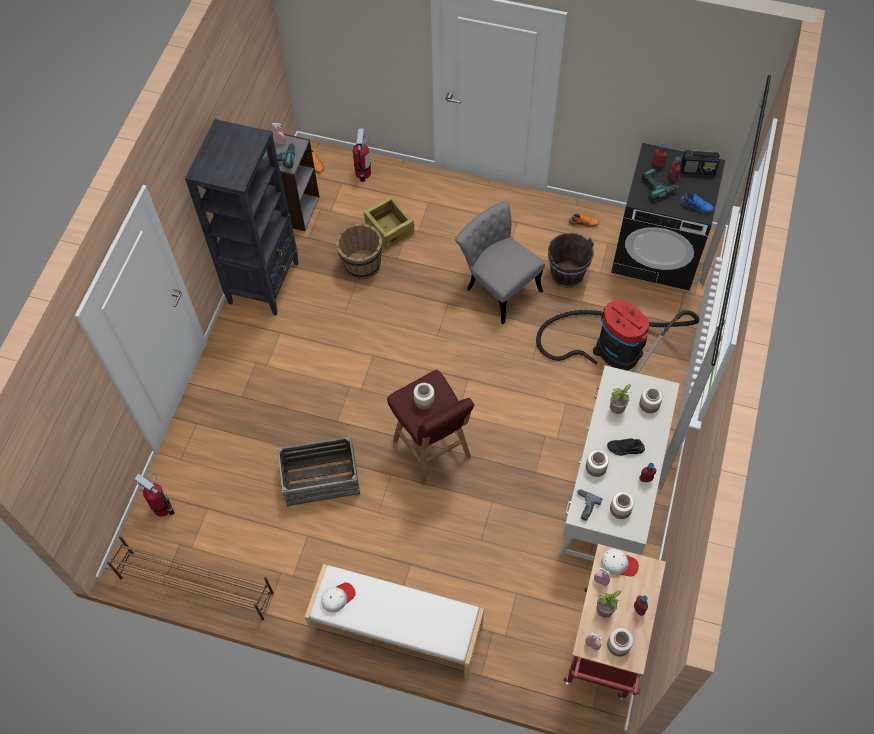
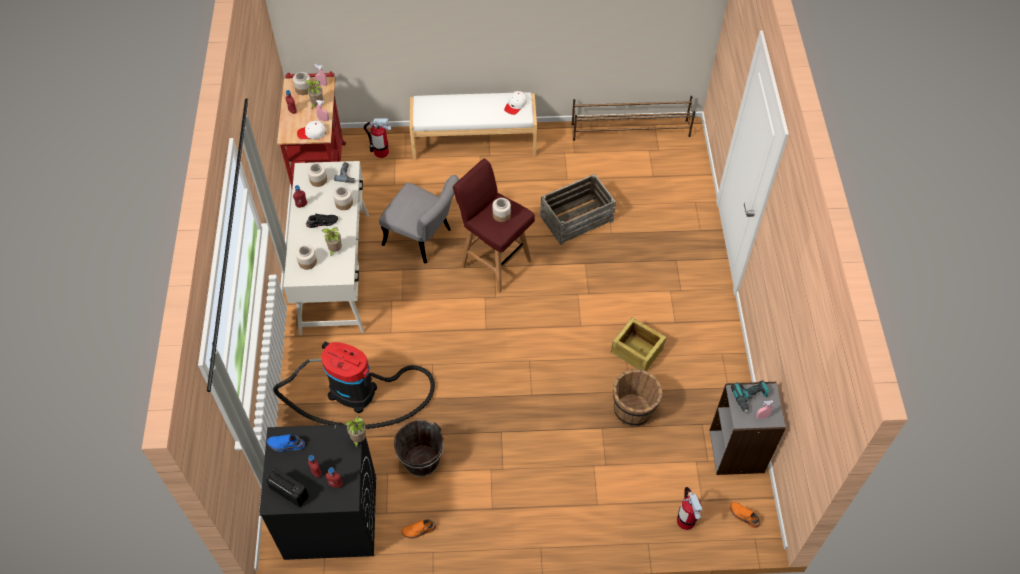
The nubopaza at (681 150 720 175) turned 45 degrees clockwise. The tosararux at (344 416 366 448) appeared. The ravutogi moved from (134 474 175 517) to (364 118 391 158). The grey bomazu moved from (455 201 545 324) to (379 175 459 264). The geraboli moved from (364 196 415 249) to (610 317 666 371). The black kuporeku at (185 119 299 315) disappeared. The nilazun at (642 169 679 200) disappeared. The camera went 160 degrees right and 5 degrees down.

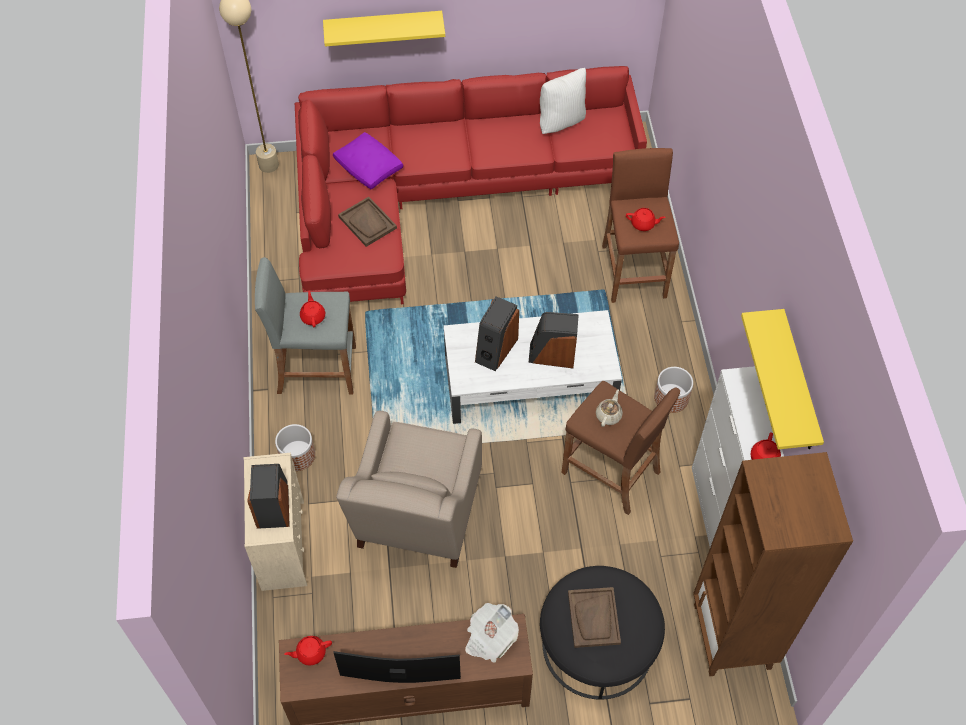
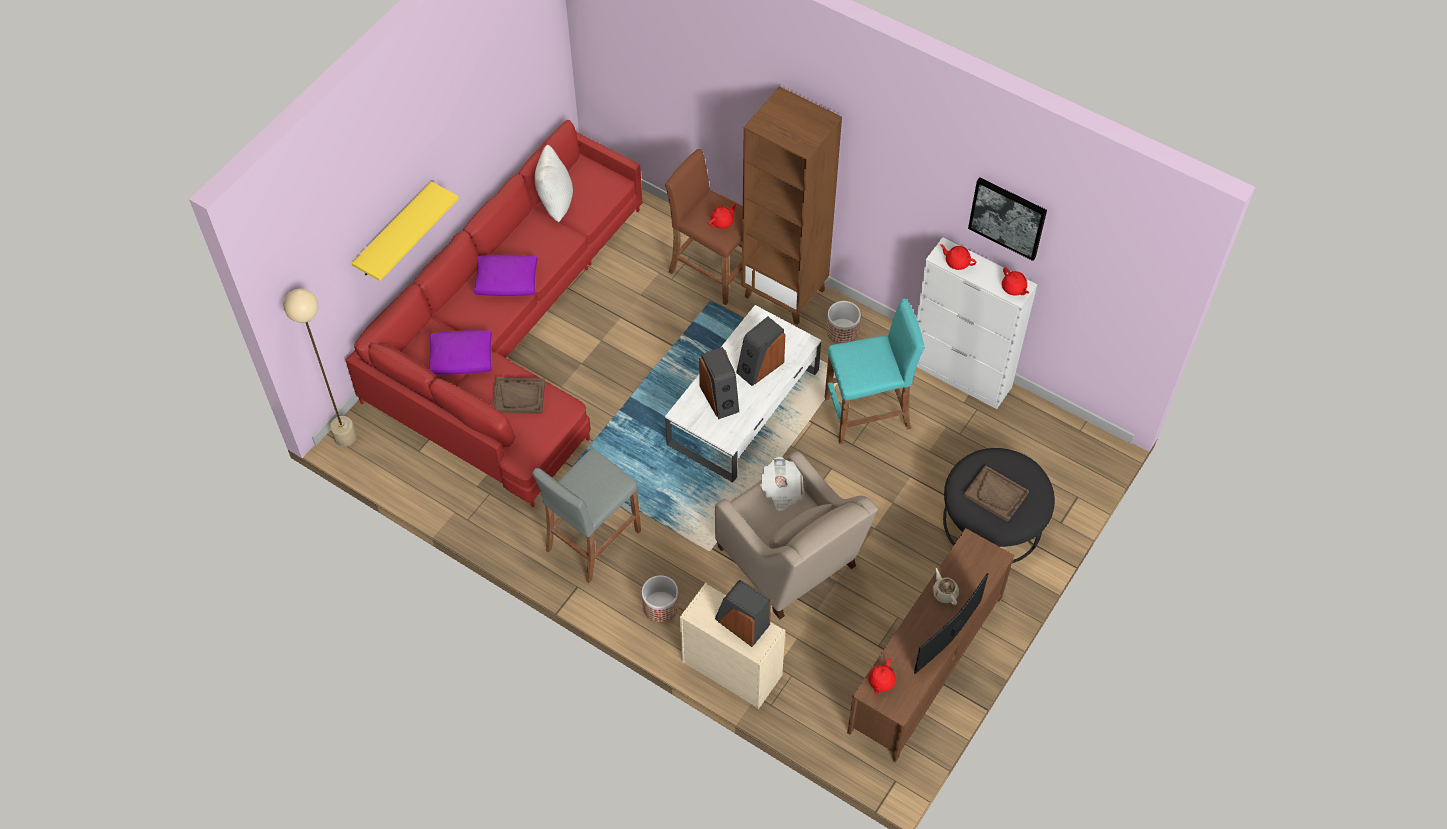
The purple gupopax at (474 255 538 296) appeared. The brown kuporeku moved from (693 452 853 676) to (742 86 842 325). The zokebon moved from (465 603 519 663) to (760 457 803 511). The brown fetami at (561 381 680 515) became the turquoise fetami at (825 298 925 444). The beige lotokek moved from (596 389 623 427) to (933 568 959 605). The red lotokek moved from (300 291 325 327) to (940 244 976 270). The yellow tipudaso at (741 309 824 449) was replaced by the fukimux at (968 177 1047 261). The camera went 50 degrees left and 0 degrees up.

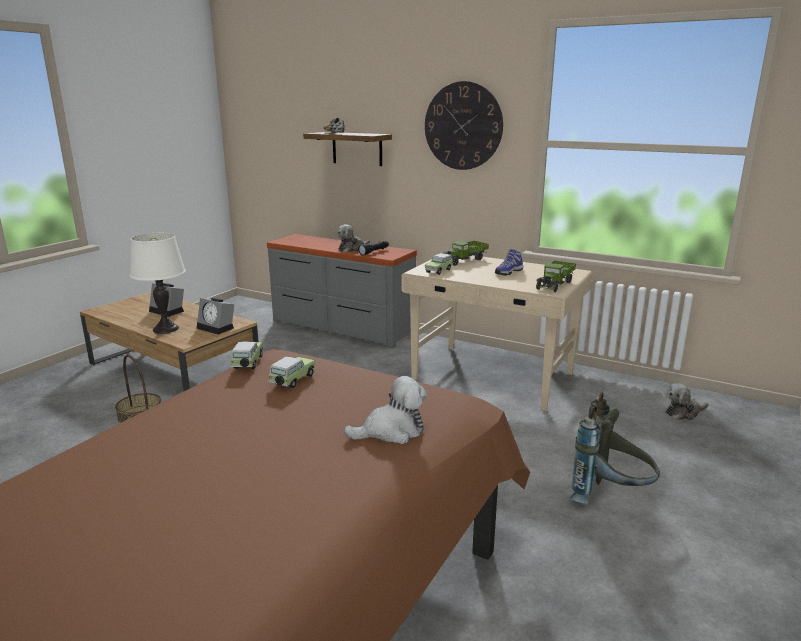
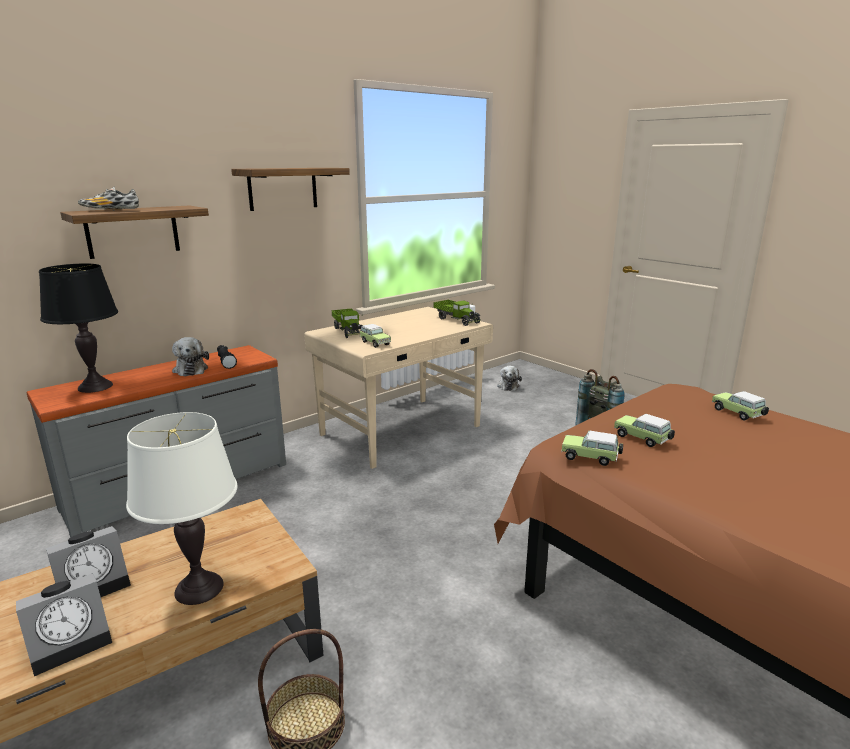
The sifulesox moved from (197 298 234 335) to (16 573 112 676). The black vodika at (39 263 118 393) appeared. The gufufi at (425 81 503 170) was replaced by the tipudaso at (231 168 350 211). The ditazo at (344 376 427 444) was replaced by the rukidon at (712 391 769 420). The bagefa at (495 249 523 276) disappeared. The camera went 70 degrees left and 0 degrees up.

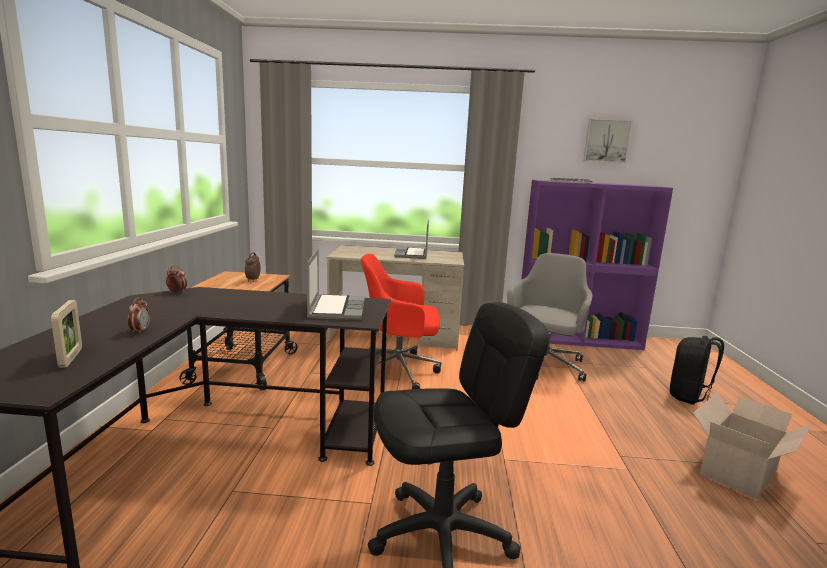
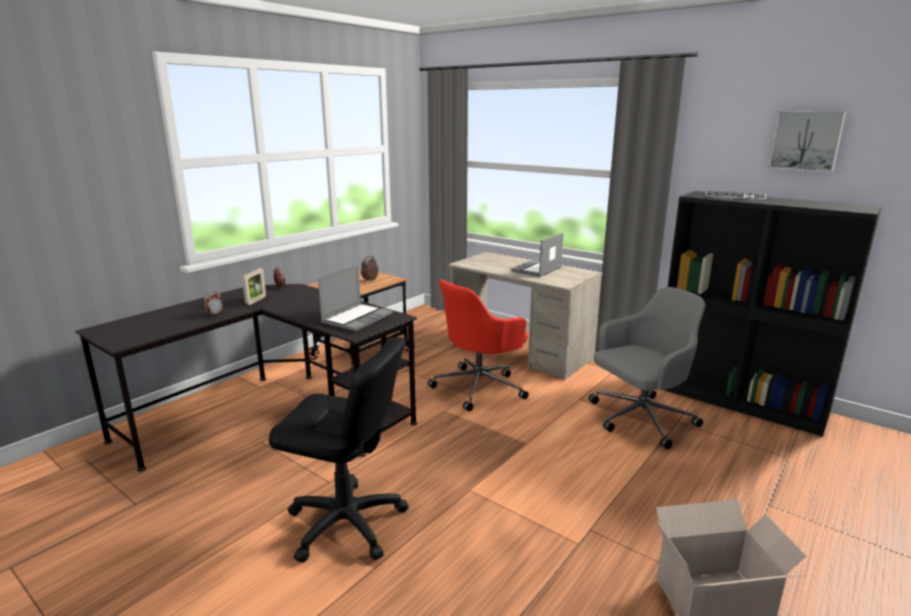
The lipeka moved from (51 300 82 368) to (242 268 266 305). The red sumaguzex at (361 254 442 389) turned 75 degrees counterclockwise. The purple kuporeku at (521 180 673 350) became the black kuporeku at (665 191 882 436). The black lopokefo at (670 336 724 405) disappeared. The camera went 35 degrees right and 5 degrees up.

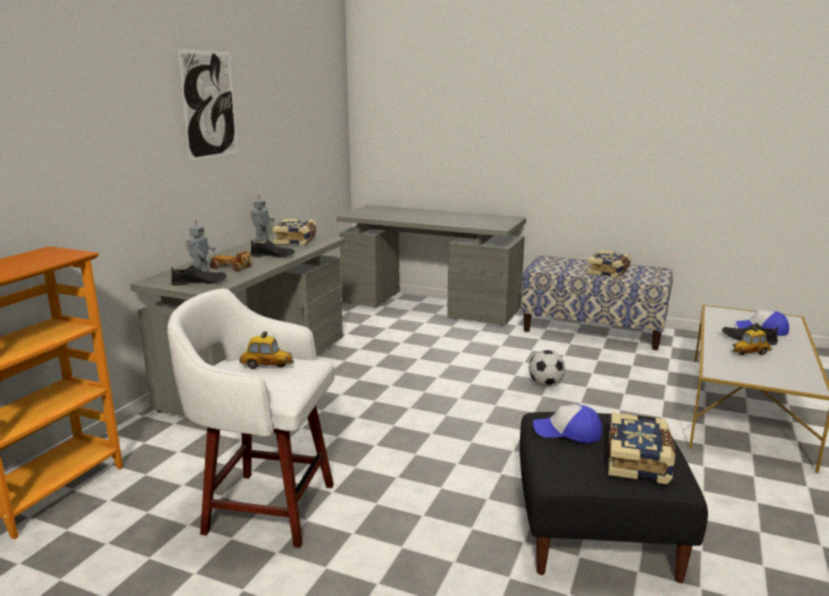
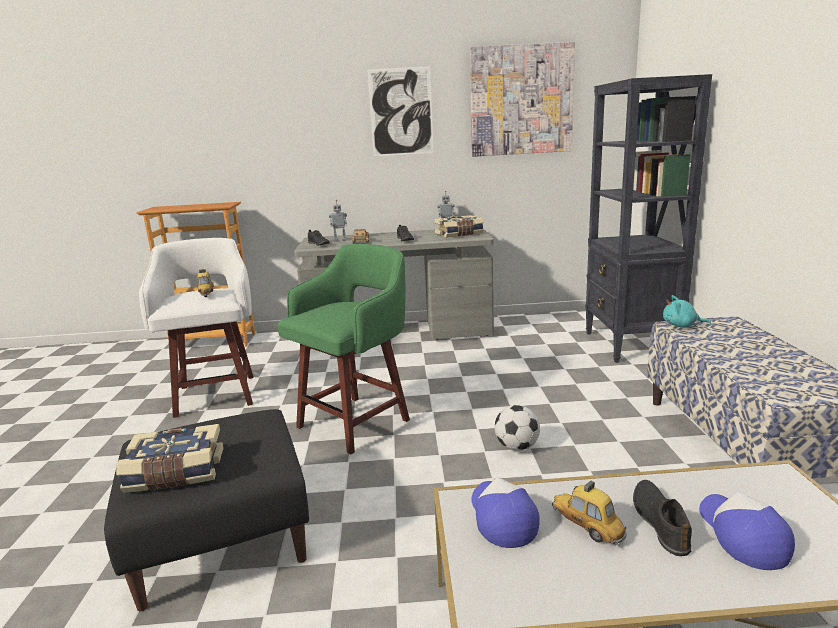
The green fetami at (277 244 410 455) appeared. The fukimux at (470 41 575 157) appeared. The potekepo moved from (533 404 602 443) to (472 477 540 548). The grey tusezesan at (337 205 526 326) was replaced by the black kuporeku at (585 74 712 363). The turquoise ditazo at (663 295 711 328) appeared. The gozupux at (587 250 631 278) disappeared. The camera went 65 degrees right and 0 degrees up.

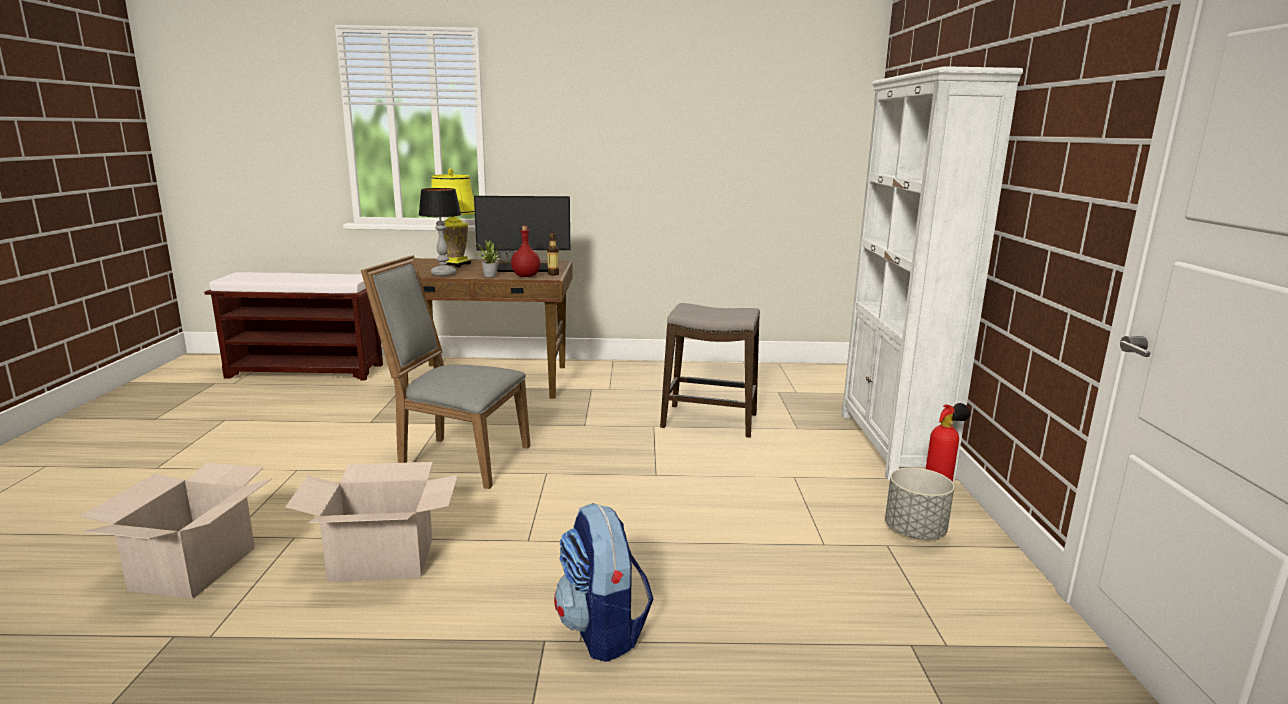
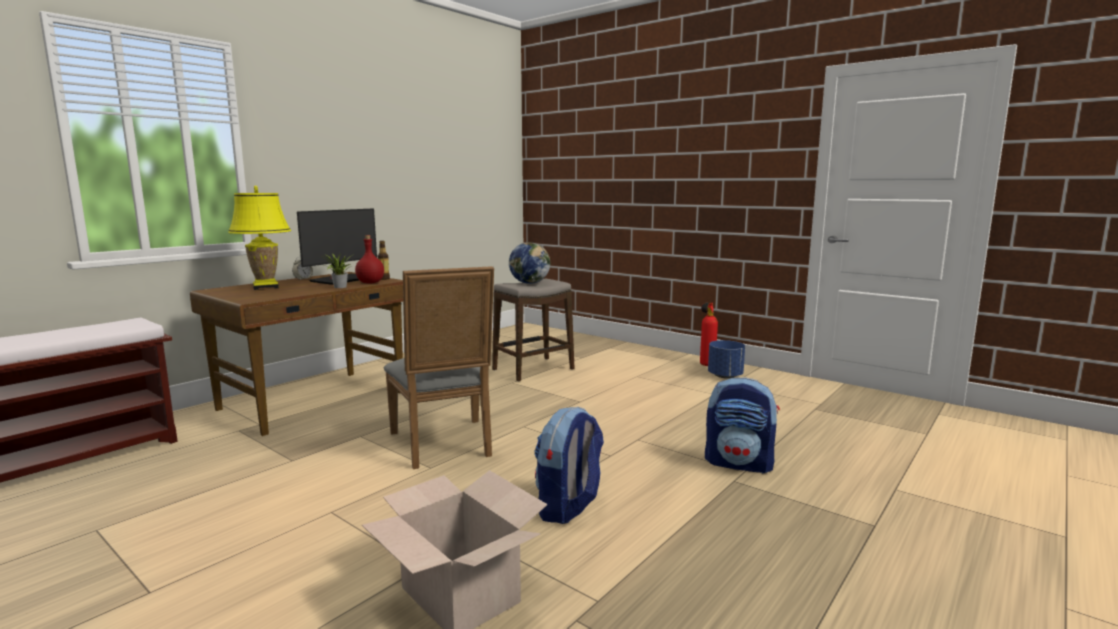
The grey bomazu at (361 255 530 489) turned 75 degrees counterclockwise. The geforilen at (509 242 550 284) appeared. The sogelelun at (285 462 458 582) was replaced by the lopokefo at (534 406 604 524). The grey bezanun at (885 467 954 539) became the blue bezanun at (708 340 745 379). The vodika at (419 188 461 276) disappeared. The white kuporeku at (841 66 1023 481) disappeared. The camera went 50 degrees left and 5 degrees down.

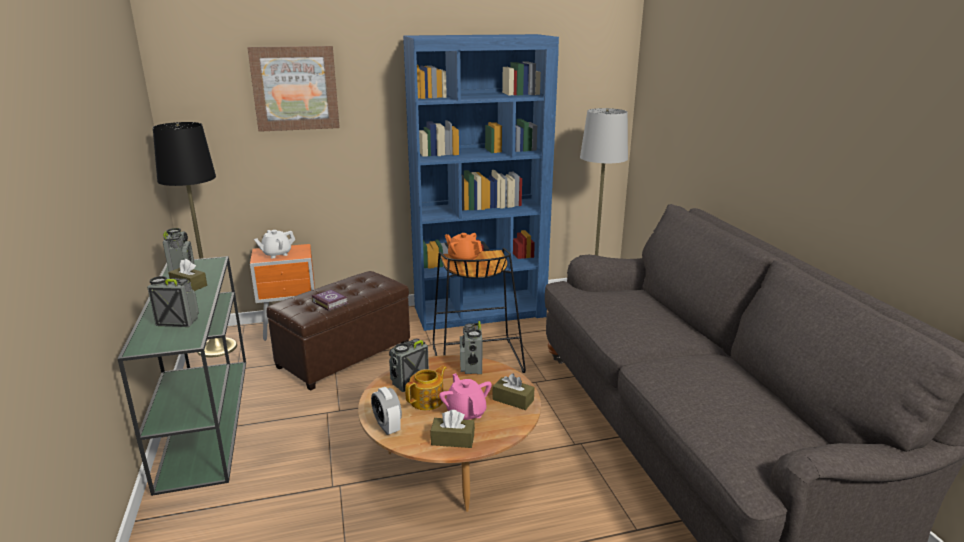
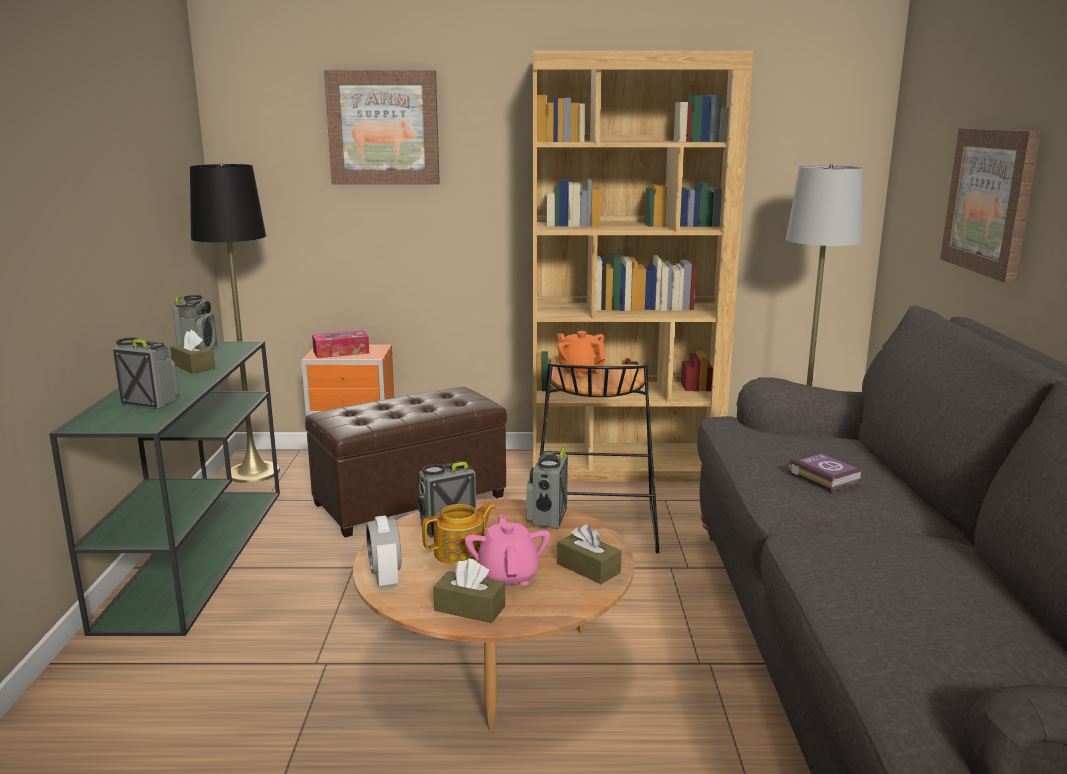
The white lotokek at (254 230 295 258) was replaced by the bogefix at (312 330 369 358). The blue kuporeku at (403 34 559 331) became the brown kuporeku at (533 51 753 482). The gozupux moved from (312 289 348 311) to (788 453 864 492). The fukimux at (940 128 1041 283) appeared. The camera went 15 degrees right and 5 degrees down.

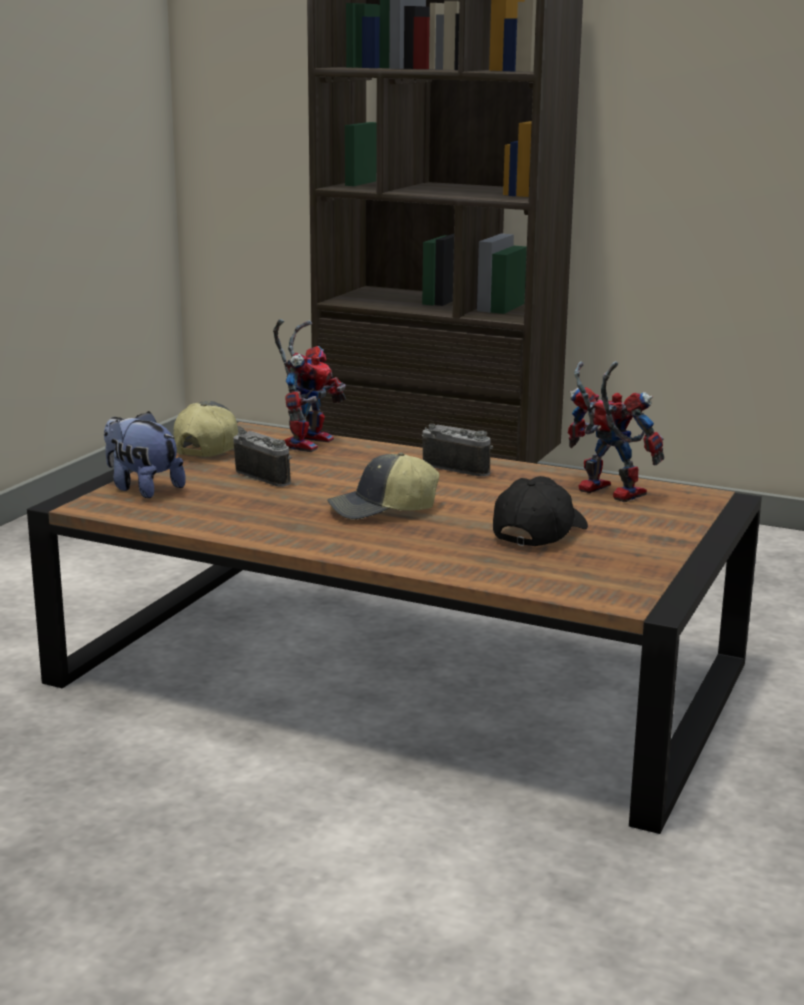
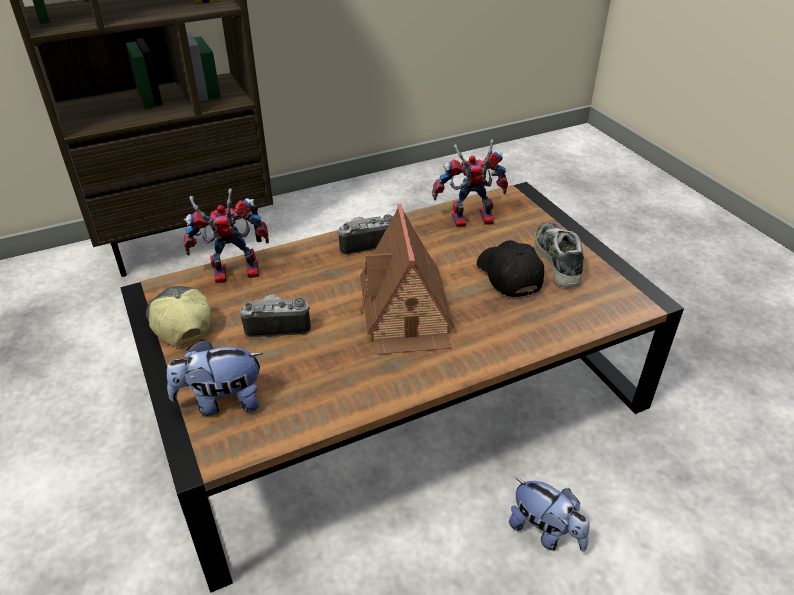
The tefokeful at (273 319 346 452) turned 75 degrees counterclockwise. The potekepo at (327 452 439 520) was replaced by the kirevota at (360 204 454 355). The ditazo at (509 478 589 552) appeared. The bagefa at (534 223 584 287) appeared. The camera went 50 degrees left and 20 degrees up.

